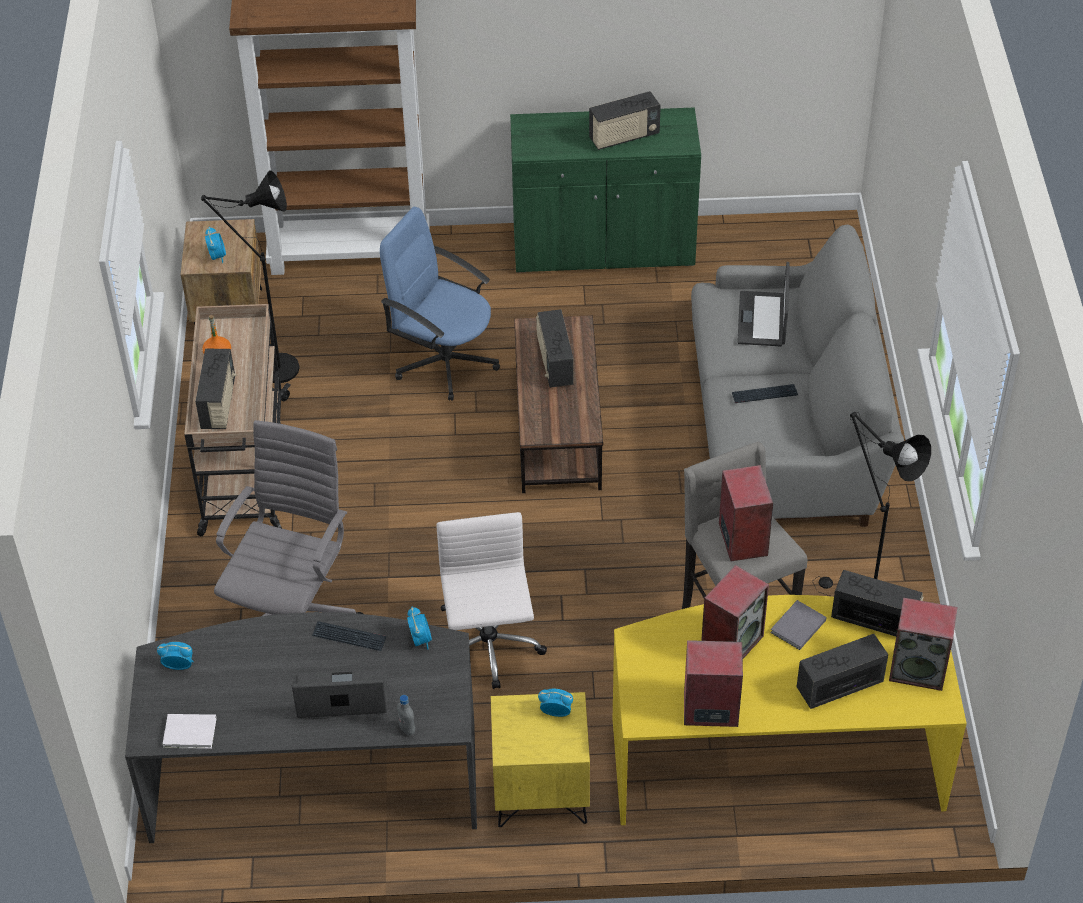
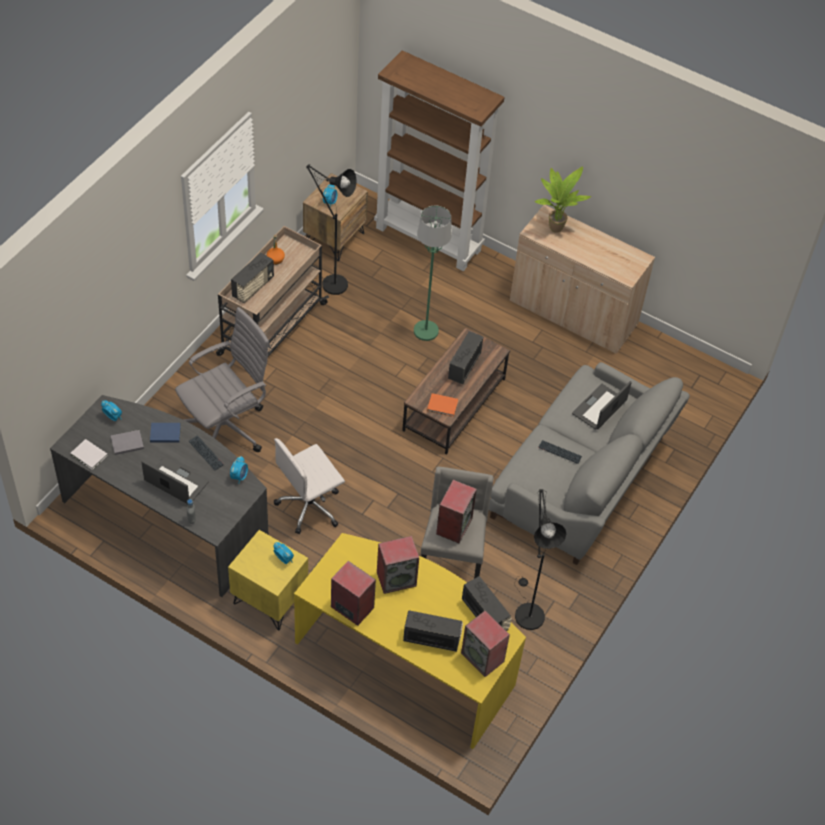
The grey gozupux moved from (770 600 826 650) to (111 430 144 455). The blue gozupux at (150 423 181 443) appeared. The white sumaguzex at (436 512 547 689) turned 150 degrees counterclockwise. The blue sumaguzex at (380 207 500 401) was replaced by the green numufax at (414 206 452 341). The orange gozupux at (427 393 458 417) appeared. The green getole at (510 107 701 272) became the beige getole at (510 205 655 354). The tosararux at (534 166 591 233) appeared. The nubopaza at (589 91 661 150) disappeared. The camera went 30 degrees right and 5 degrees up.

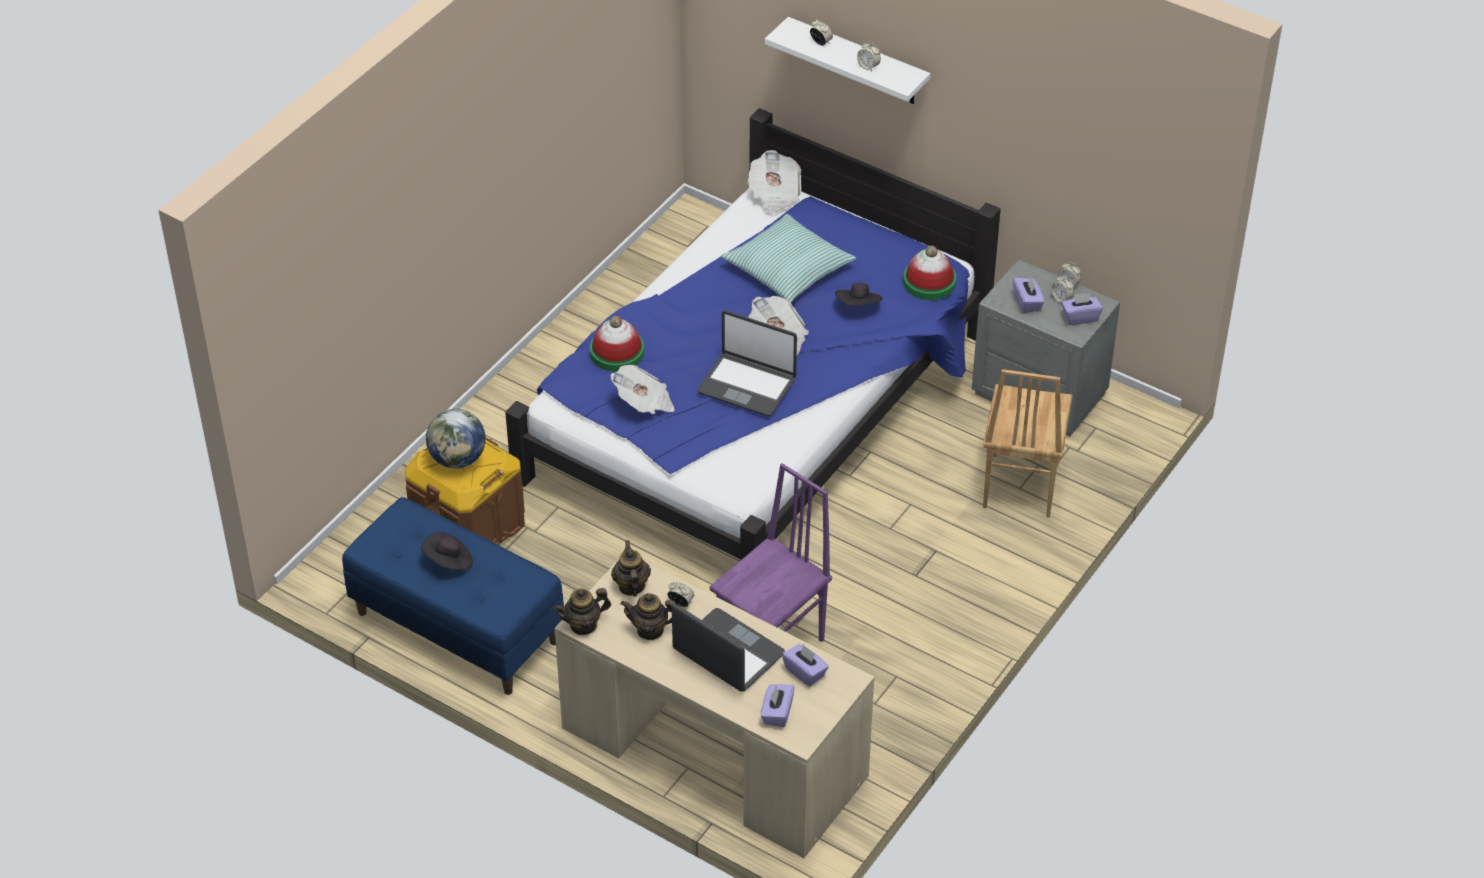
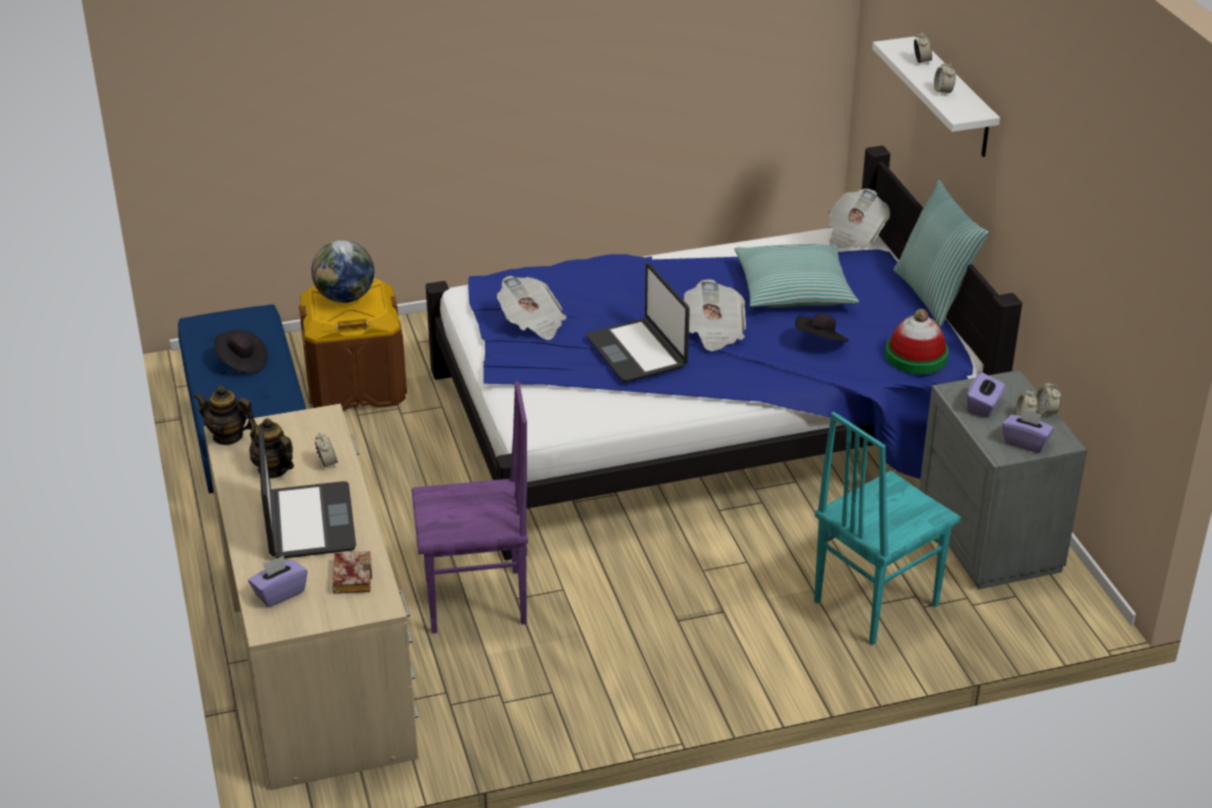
The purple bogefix at (782 644 829 686) was replaced by the gozupux at (332 551 372 594). The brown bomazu at (983 369 1073 518) became the turquoise bomazu at (814 412 961 645). The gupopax at (894 180 989 327) appeared. The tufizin at (590 316 644 372) disappeared. The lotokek at (611 540 651 597) disappeared. The camera went 40 degrees right and 10 degrees down.

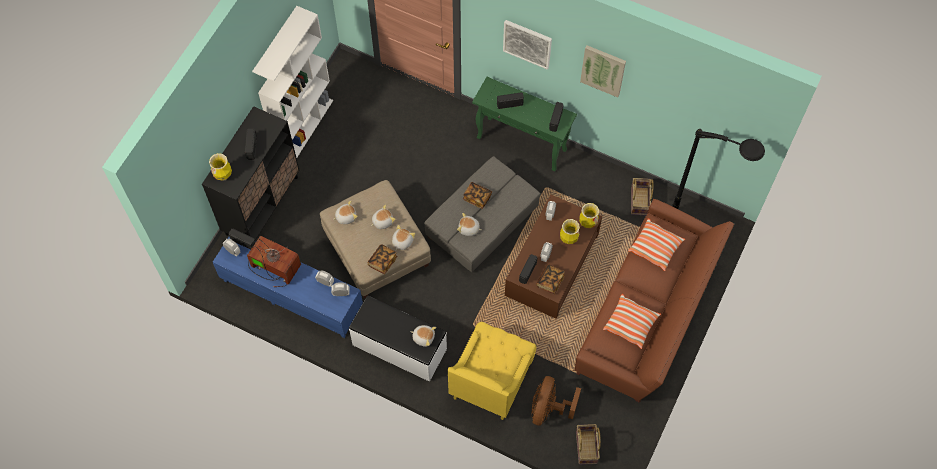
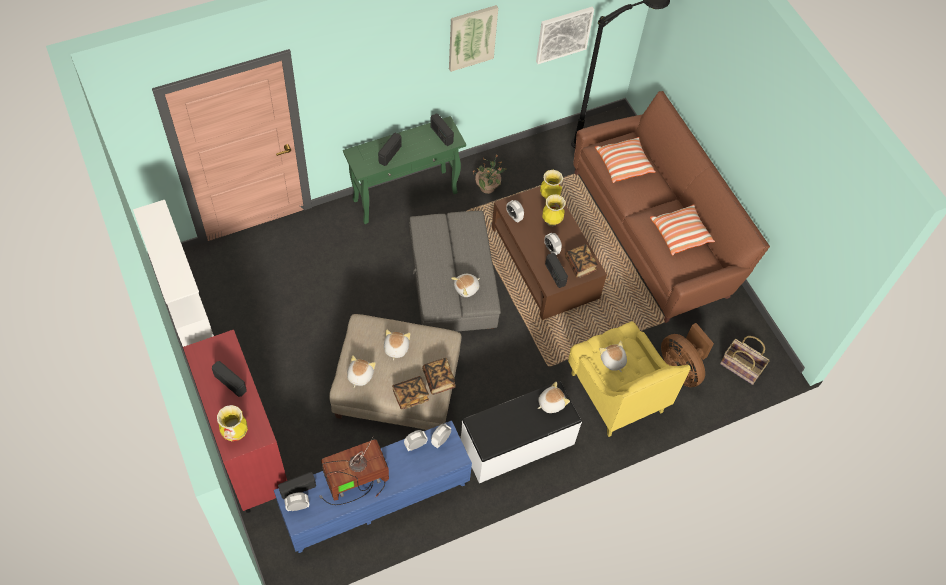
The black getole at (202 106 300 240) became the red getole at (183 329 287 513). The gozupux moved from (463 182 492 209) to (392 376 429 410). The tosararux at (472 154 506 194) appeared. The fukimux moved from (503 20 552 70) to (536 7 594 64). The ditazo moved from (392 225 415 251) to (600 341 627 372). The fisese at (631 178 654 215) disappeared. The camera went 55 degrees left and 5 degrees down.

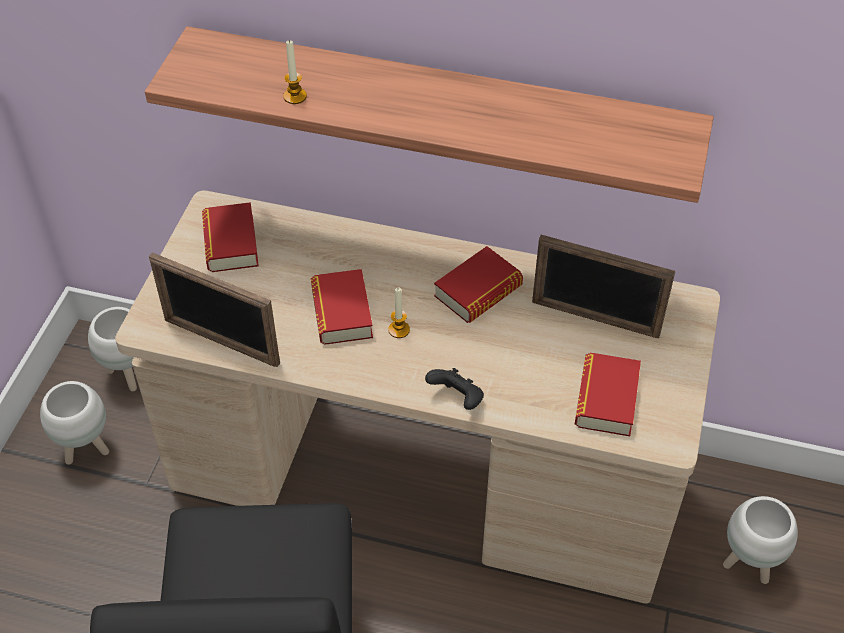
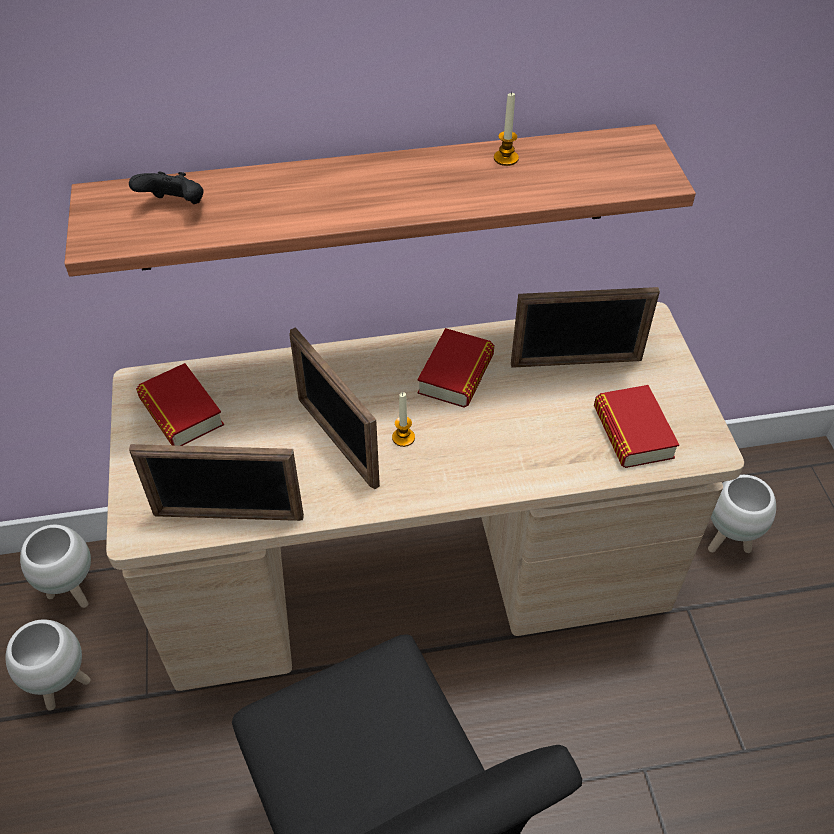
The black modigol moved from (425 368 484 410) to (129 171 204 204). The gozupux at (311 269 373 345) was replaced by the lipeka at (289 327 380 490). The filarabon moved from (283 40 307 104) to (494 92 519 166). The camera went 25 degrees left and 0 degrees up.

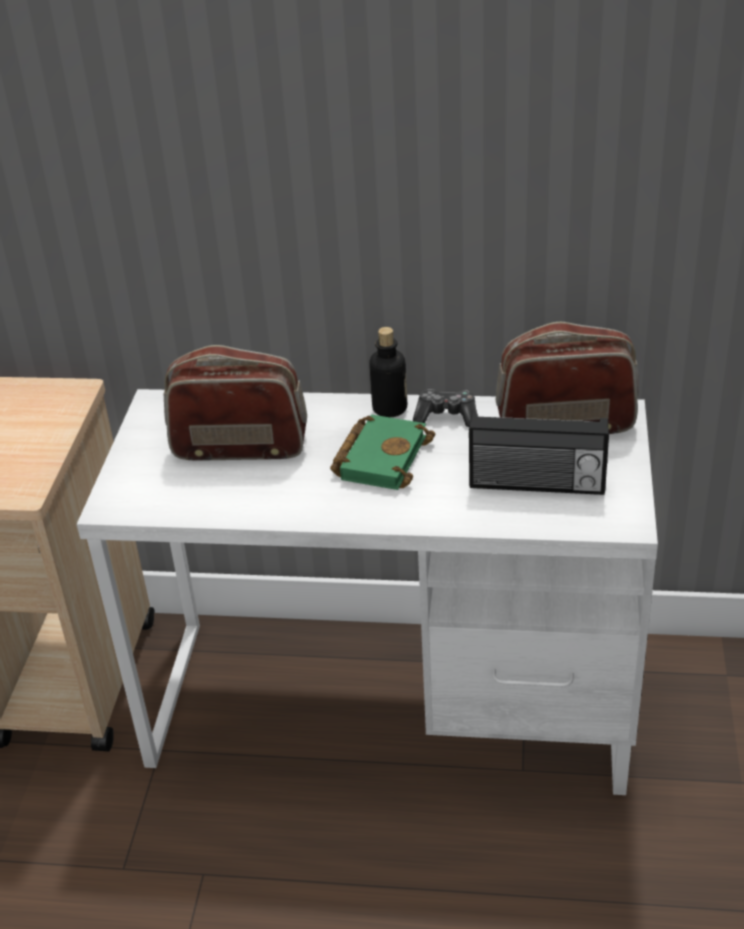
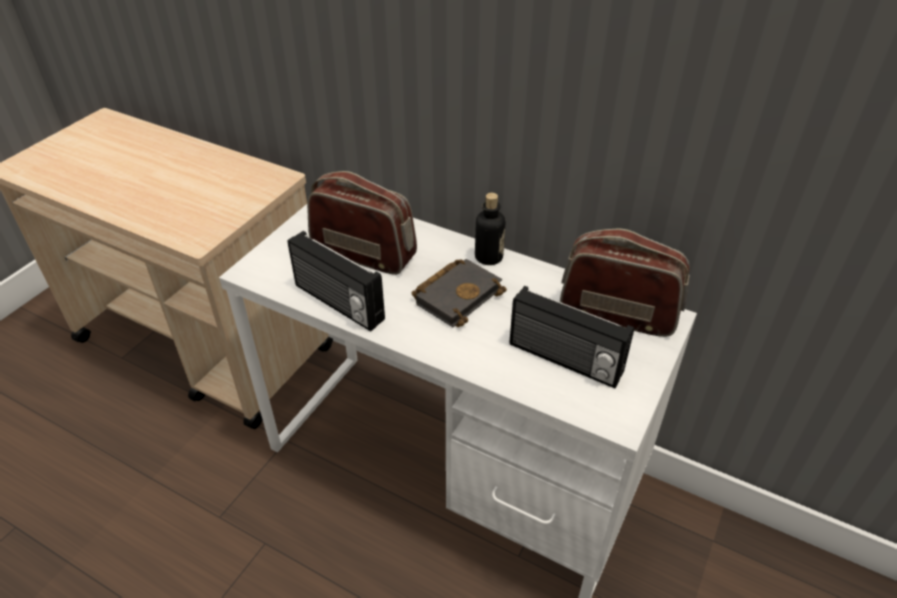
The nubopaza at (287 231 385 331) appeared. The green gozupux at (330 415 435 490) became the black gozupux at (412 259 507 327). The modigol at (413 389 477 427) disappeared. The camera went 20 degrees right and 5 degrees up.

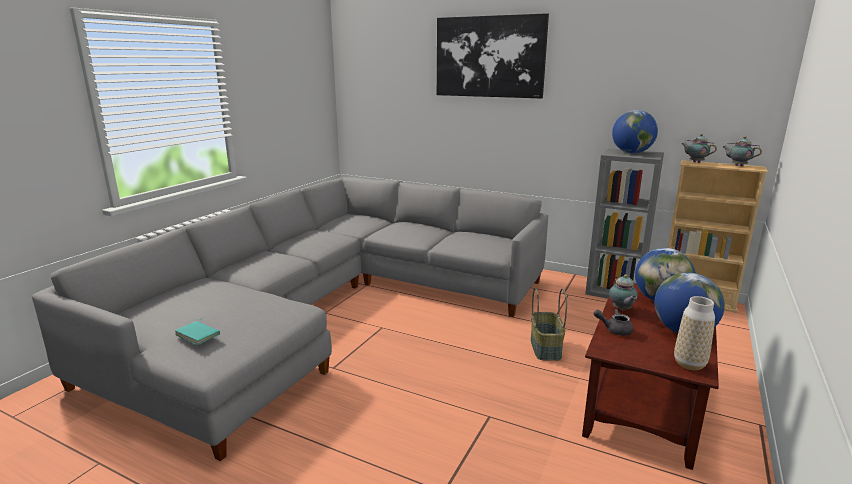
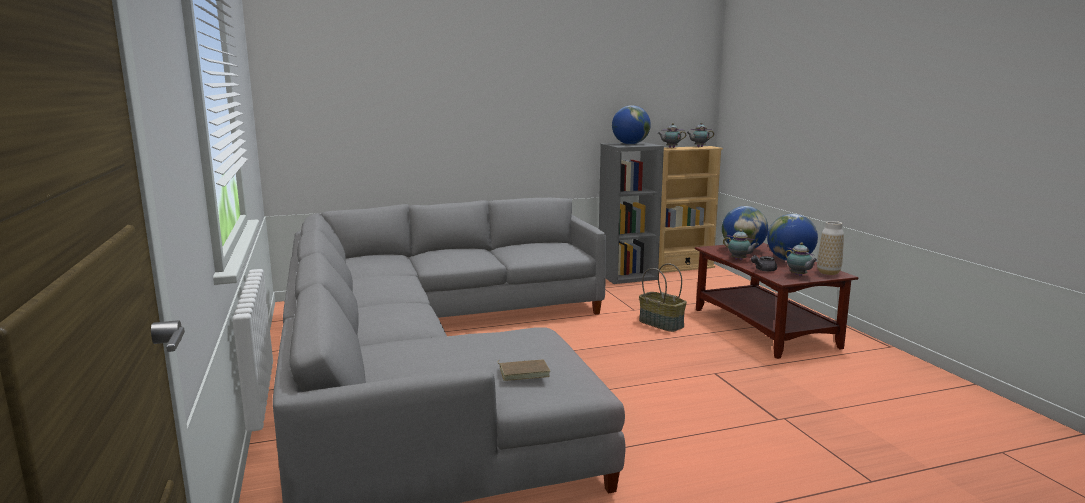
The turquoise gozupux at (175 318 220 345) became the brown gozupux at (498 360 550 381). The lotokek at (785 242 818 276) appeared. The fukimux at (437 13 549 99) disappeared. The camera went 45 degrees left and 5 degrees down.

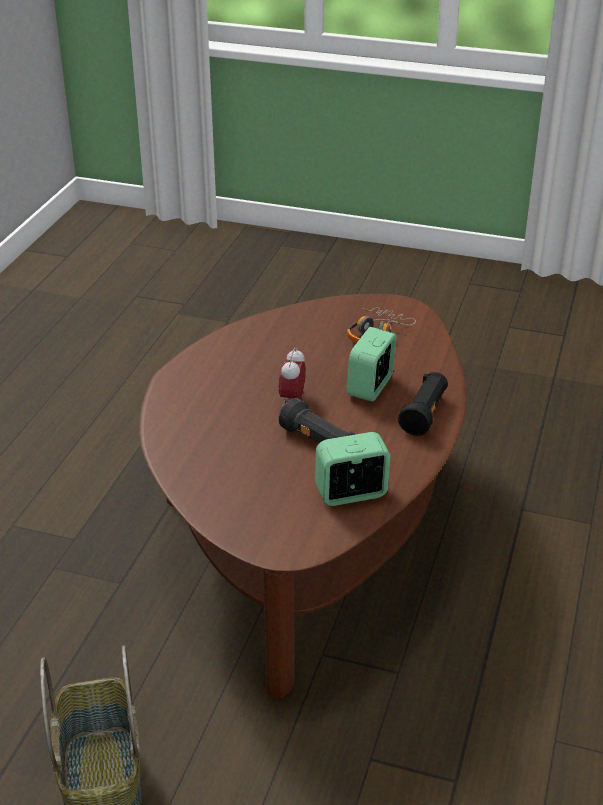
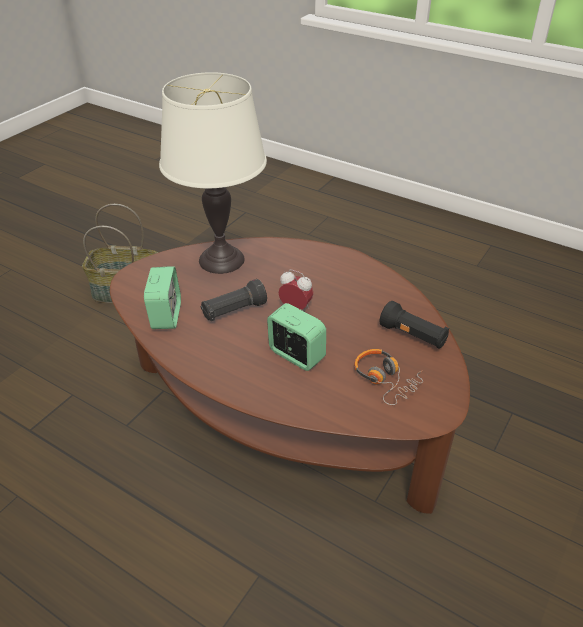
The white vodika at (159 72 267 274) appeared. The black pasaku moved from (398 372 448 436) to (379 301 449 349). The camera went 105 degrees right and 5 degrees up.

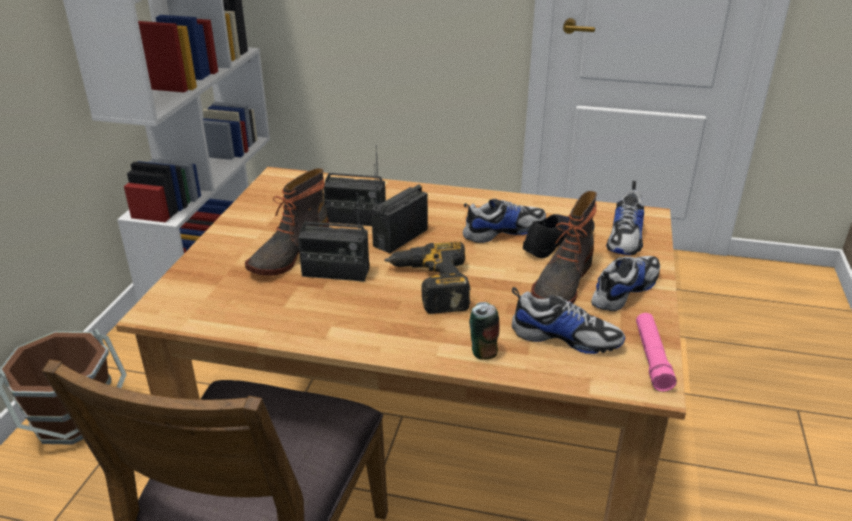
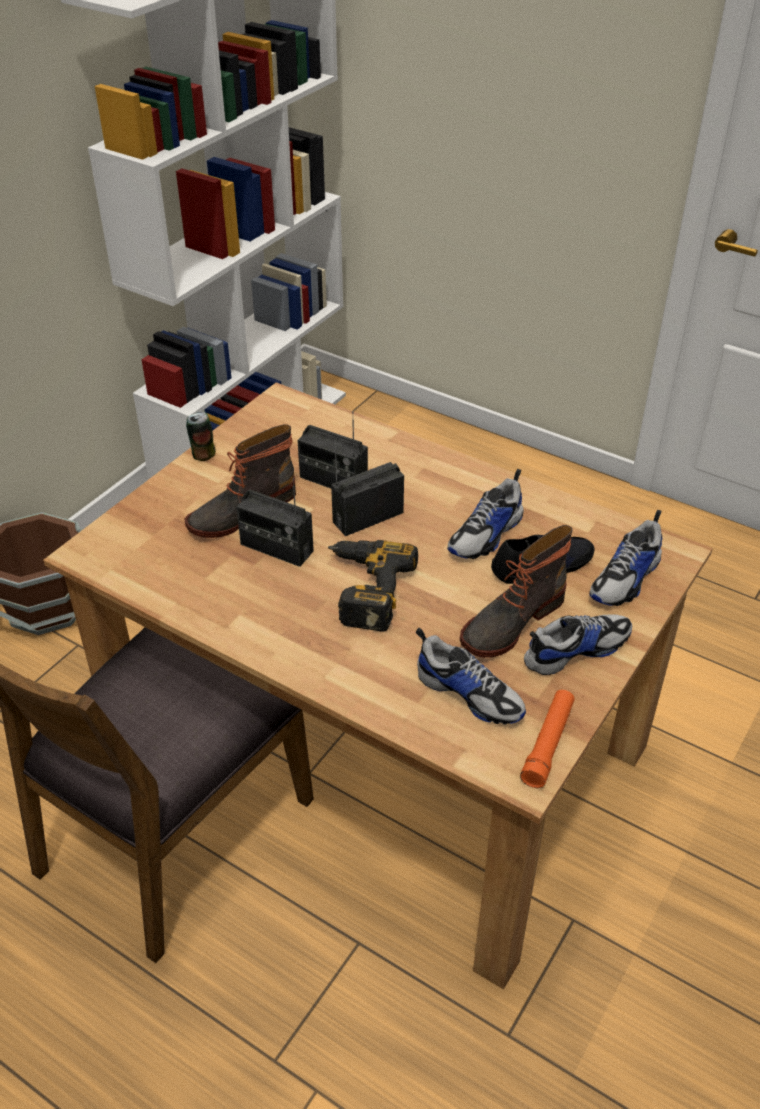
The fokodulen moved from (469 302 500 359) to (186 411 215 461). The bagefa at (463 199 546 243) turned 135 degrees clockwise. The pink pasaku at (636 313 677 392) became the orange pasaku at (520 690 575 788). The camera went 20 degrees right and 10 degrees up.

